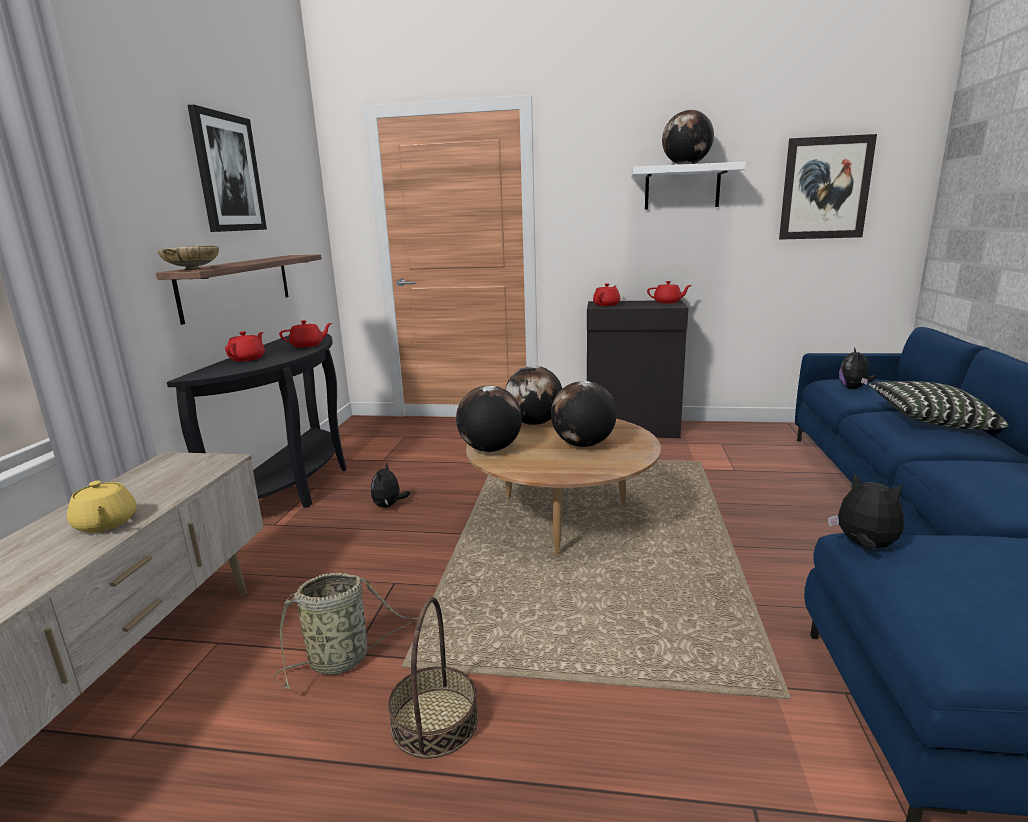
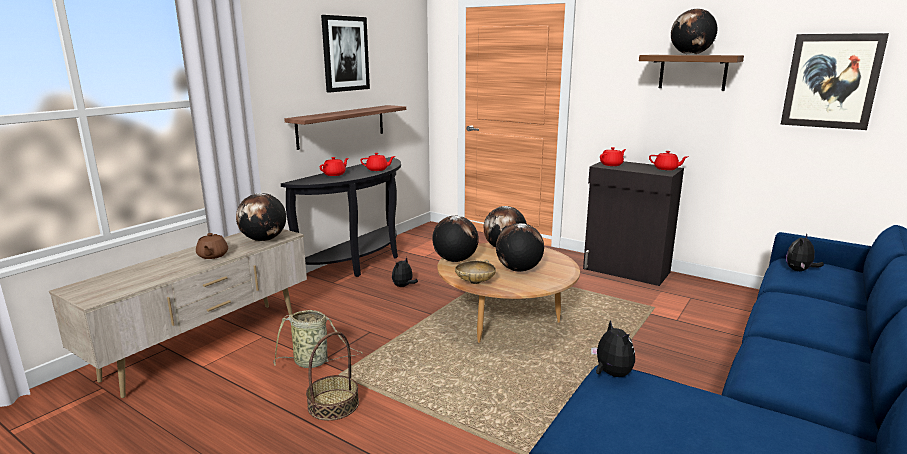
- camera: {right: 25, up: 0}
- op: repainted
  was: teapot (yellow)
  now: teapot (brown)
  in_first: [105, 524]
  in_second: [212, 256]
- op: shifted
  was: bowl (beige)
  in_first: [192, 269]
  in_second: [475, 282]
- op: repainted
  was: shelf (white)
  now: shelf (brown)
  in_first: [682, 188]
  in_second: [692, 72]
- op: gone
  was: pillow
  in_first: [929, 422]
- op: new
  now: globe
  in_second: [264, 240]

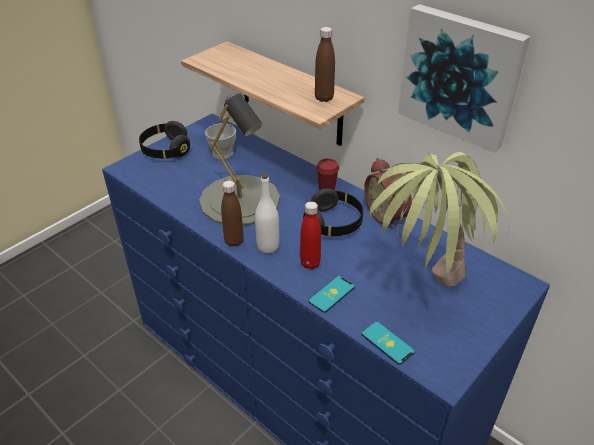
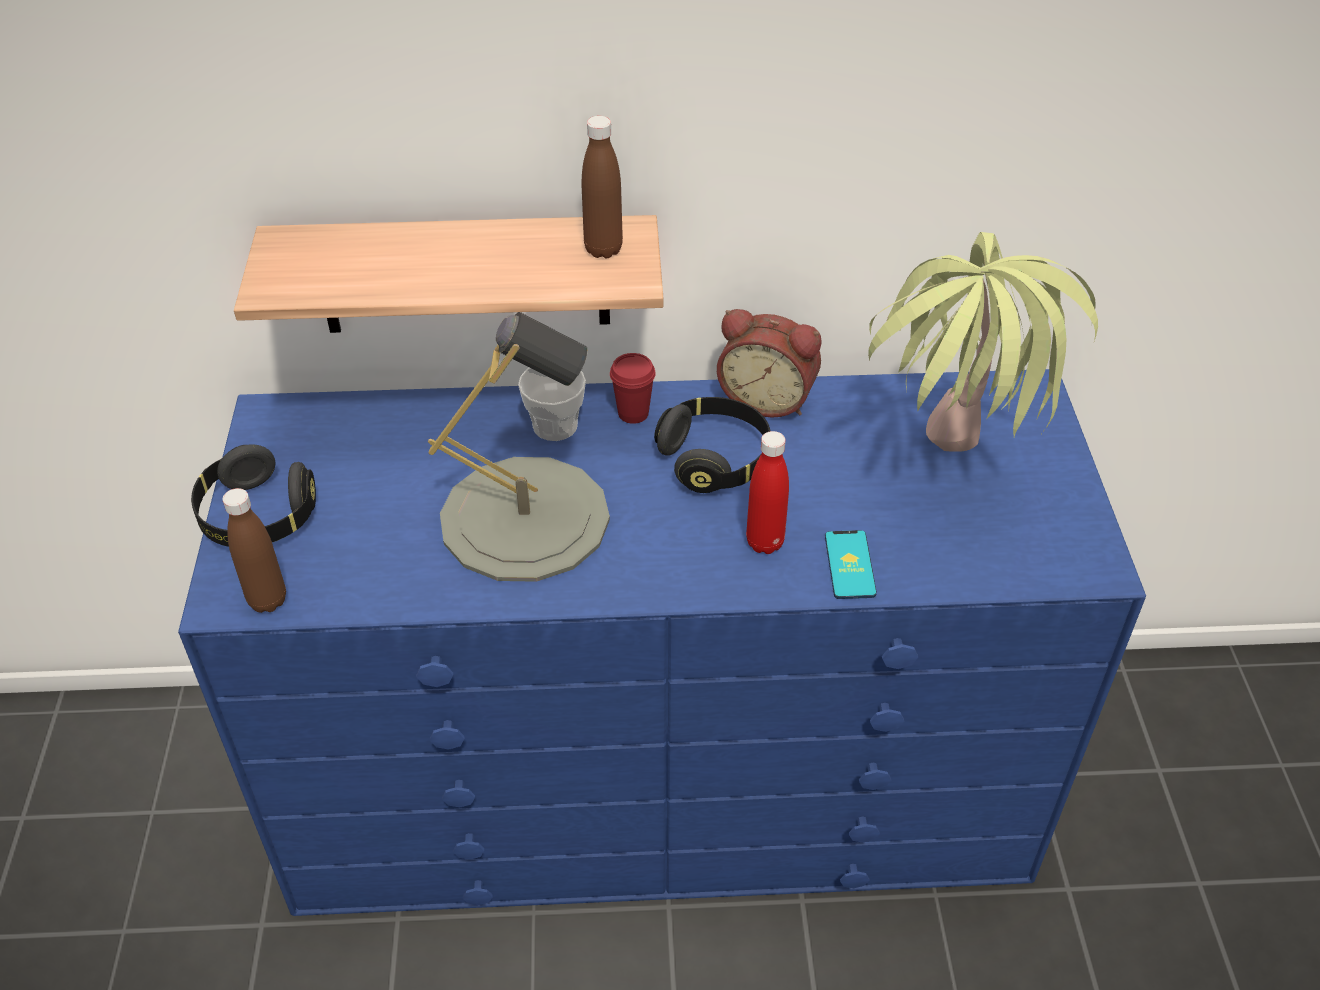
- camera: {right: -45, up: 5}
- op: shifted
  was: cup
  in_first: [222, 154]
  in_second: [555, 426]
- op: shifted
  was: bottle (brown)
  in_first: [234, 241]
  in_second: [267, 600]
- op: gone
  was: bottle (white)
  in_first: [268, 246]
- op: gone
  was: phone
  in_first: [387, 343]
- op: gone
  was: picture
  in_first: [460, 76]

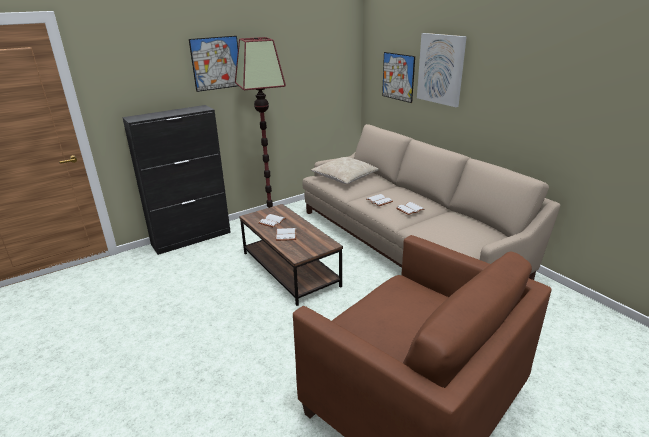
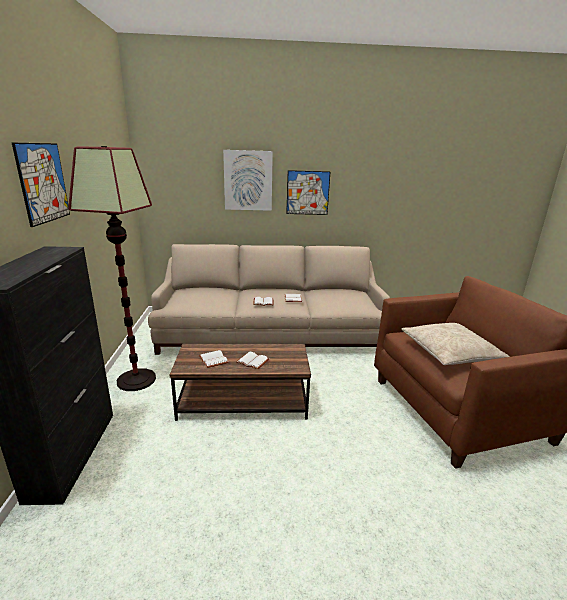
- camera: {right: -60, up: -5}
- op: shifted
  was: pillow (beige)
  in_first: [345, 177]
  in_second: [449, 352]
- op: shifted
  was: picture
  in_first: [398, 77]
  in_second: [307, 193]

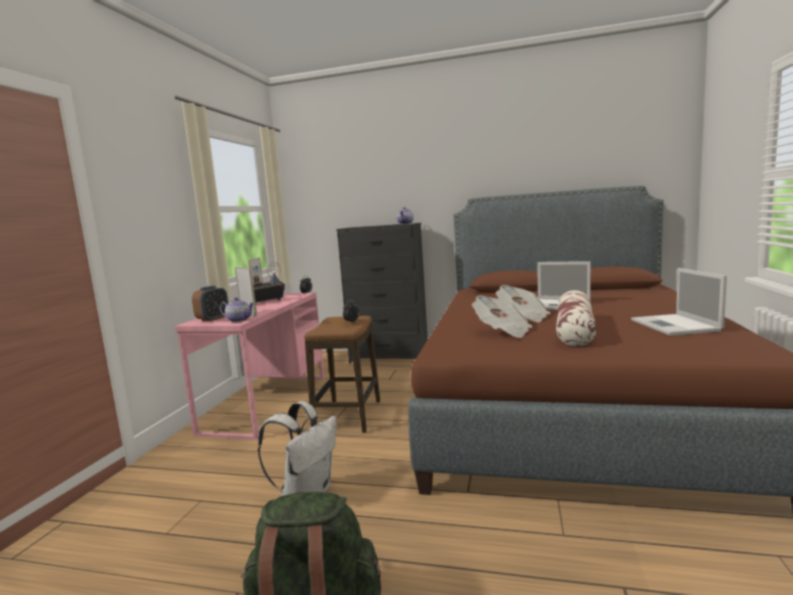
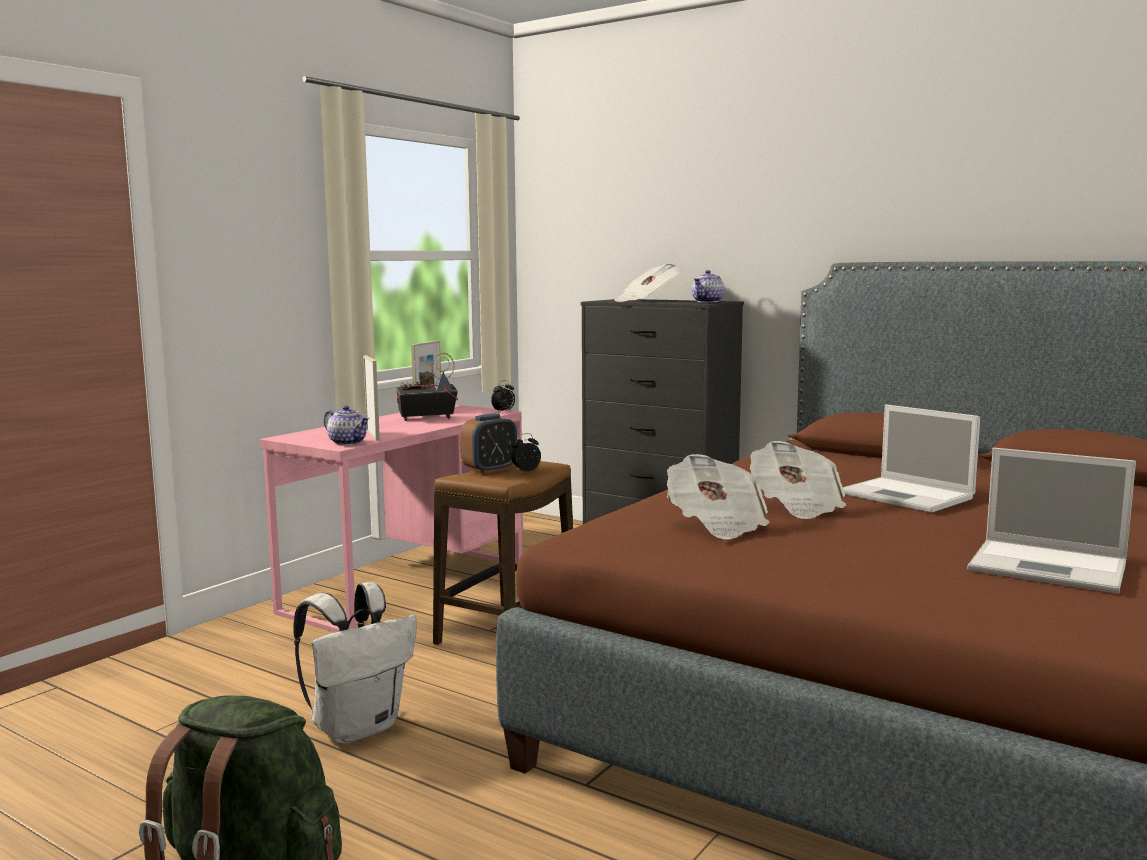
- camera: {right: 20, up: 0}
- op: shifted
  was: alarm clock
  in_first: [213, 319]
  in_second: [490, 470]
- op: gone
  was: pillow
  in_first: [575, 330]
- op: rotated
  was: laptop
  in_first: [675, 325]
  in_second: [1051, 567]
  clockwise: -75
- op: new
  now: newspaper
  in_second: [646, 301]

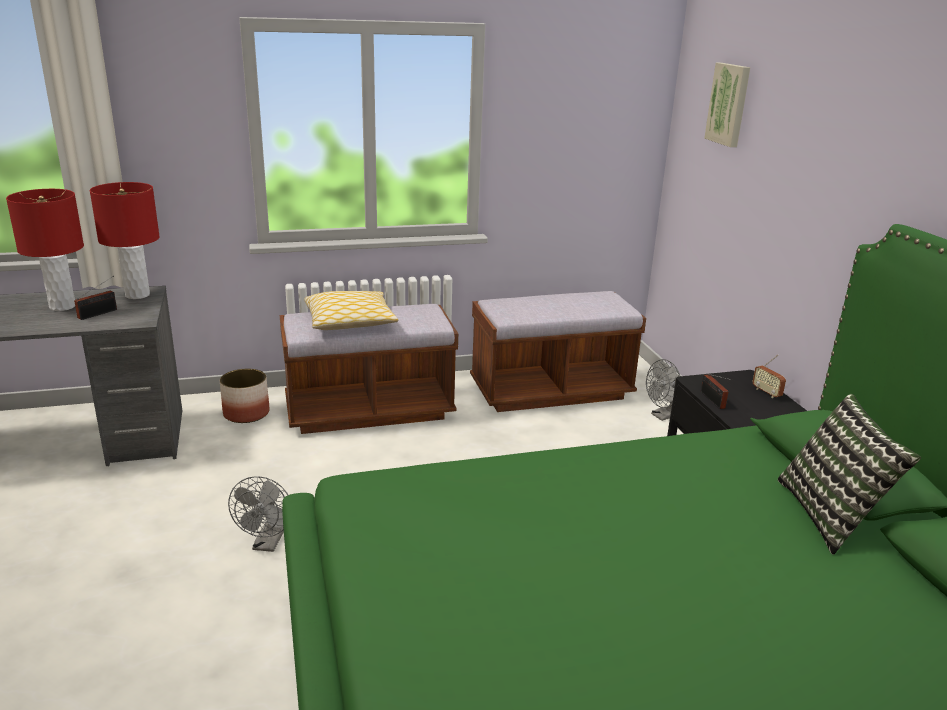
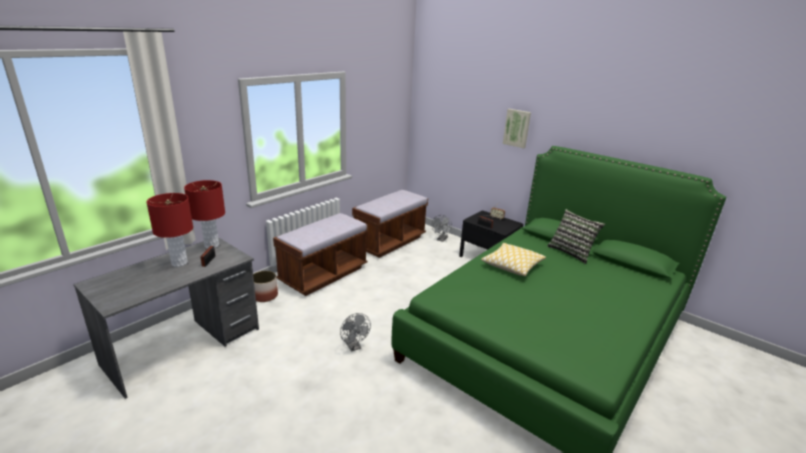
- camera: {right: -35, up: 0}
- op: shifted
  was: pillow
  in_first: [350, 322]
  in_second: [512, 265]
- op: shifted
  was: picture
  in_first: [729, 104]
  in_second: [517, 128]

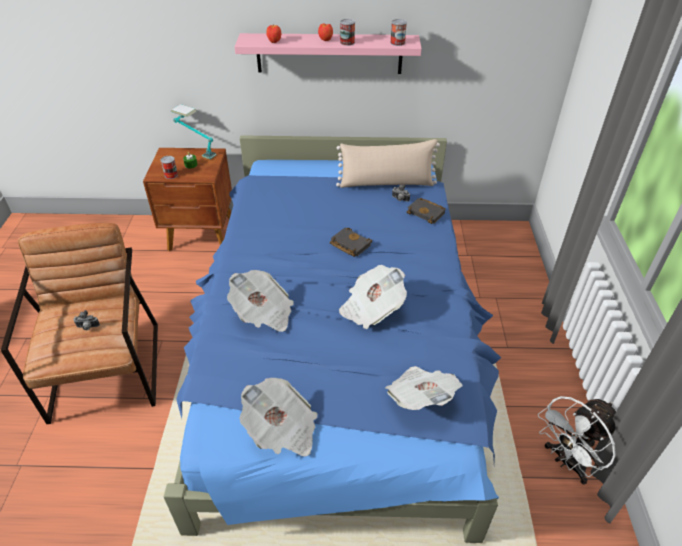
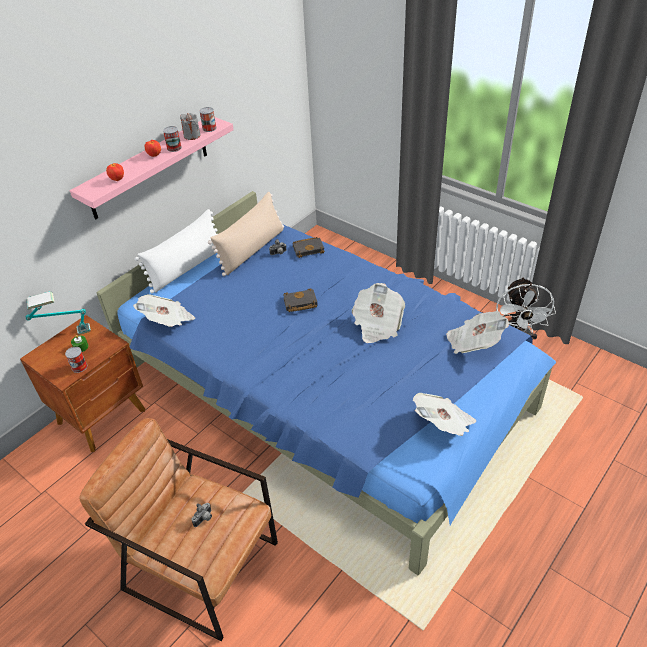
- camera: {right: -50, up: 0}
- op: shifted
  was: newspaper
  in_first: [263, 313]
  in_second: [168, 321]
- op: new
  now: pillow (white)
  in_second: [187, 267]
- op: new
  now: candle (grey)
  in_second: [192, 136]

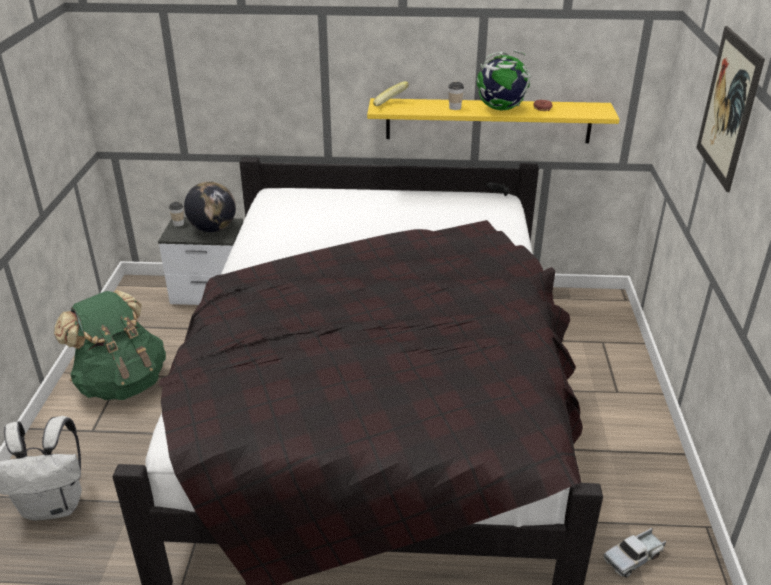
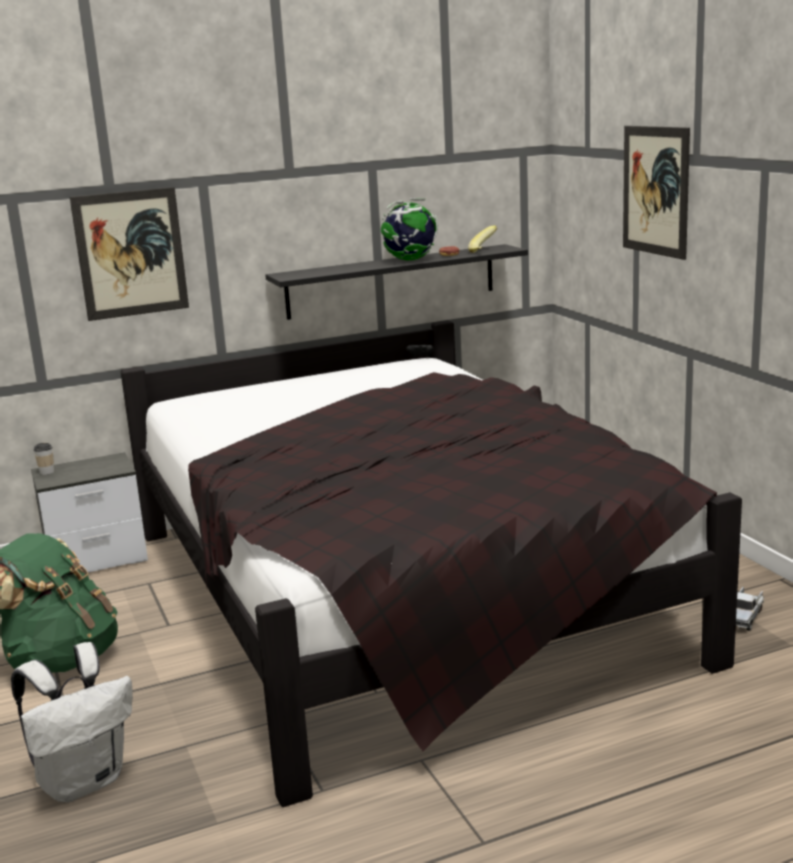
- camera: {right: -25, up: -15}
- op: gone
  was: globe
  in_first: [213, 229]
- op: repainted
  was: shelf (yellow)
  now: shelf (black)
  in_first: [488, 120]
  in_second: [391, 281]
- op: shifted
  was: banana
  in_first: [390, 105]
  in_second: [484, 251]
- op: gone
  was: cup
  in_first: [455, 108]
- op: new
  now: picture
  in_second: [131, 253]

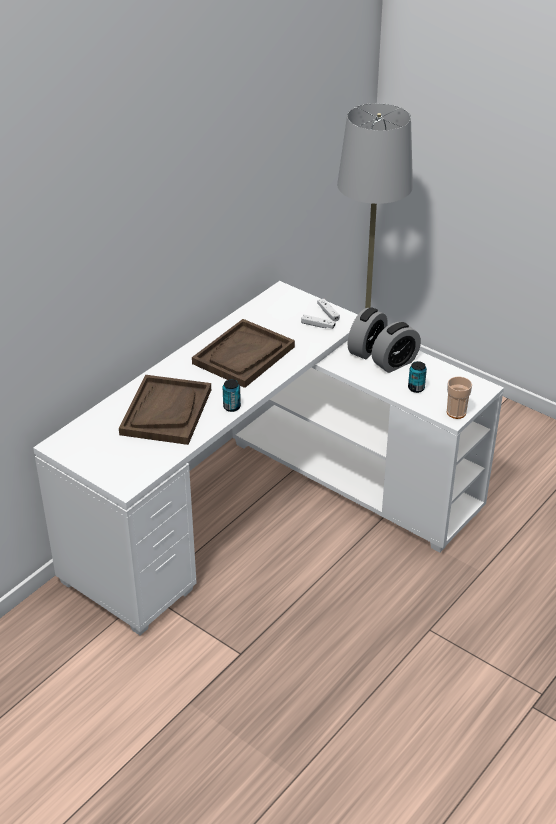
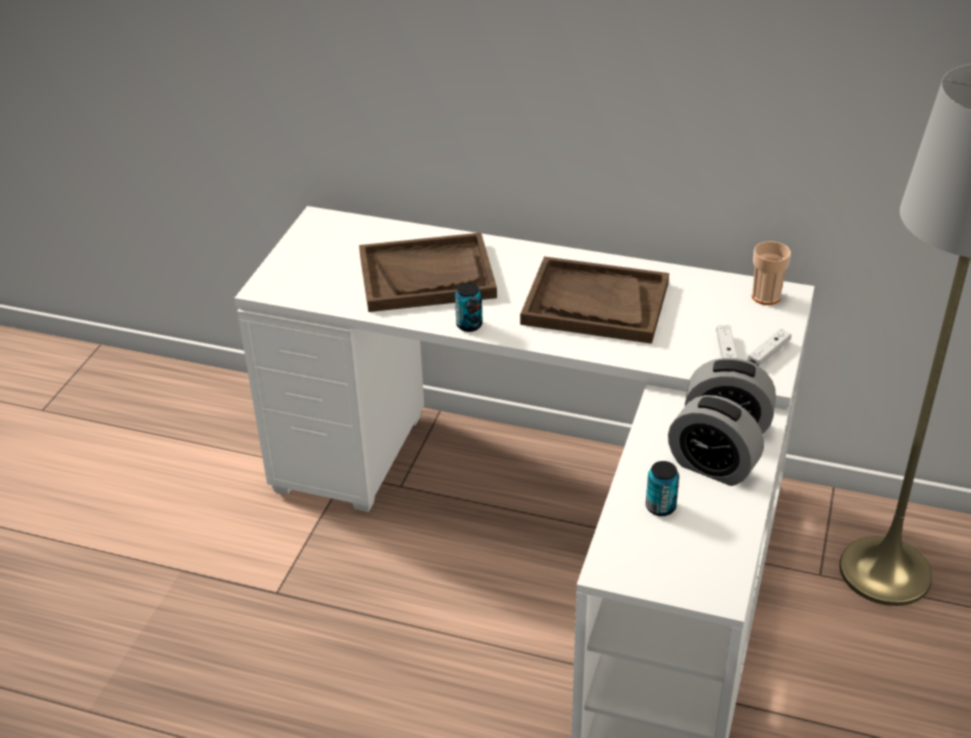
- camera: {right: 70, up: 0}
- op: shifted
  was: cup
  in_first: [456, 413]
  in_second: [766, 296]

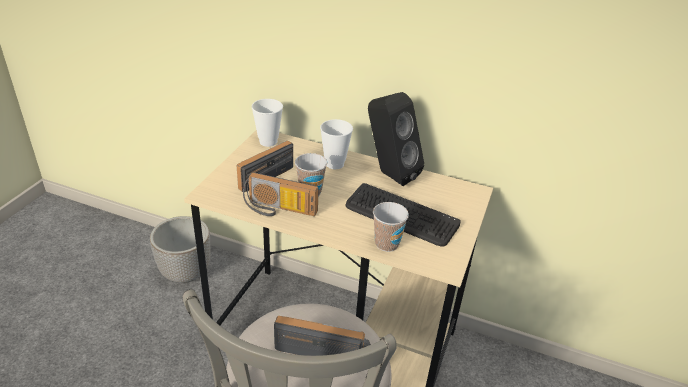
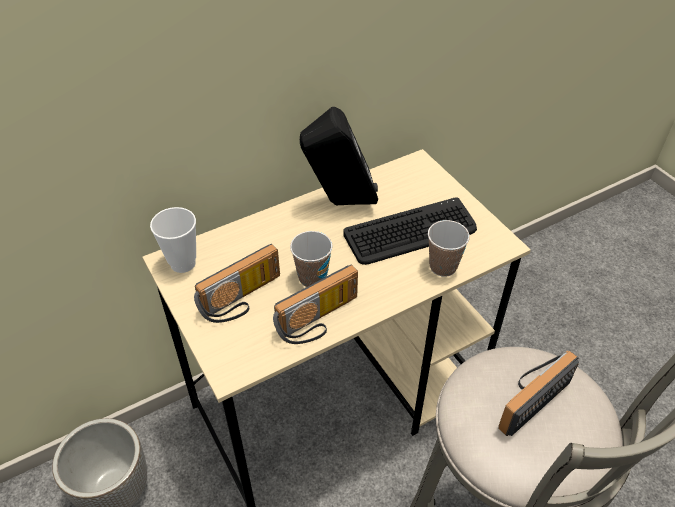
- camera: {right: -50, up: 10}
- op: rotated
  was: radio
  in_first: [264, 174]
  in_second: [243, 300]
  clockwise: -120
- op: gone
  was: cup
  in_first: [334, 164]

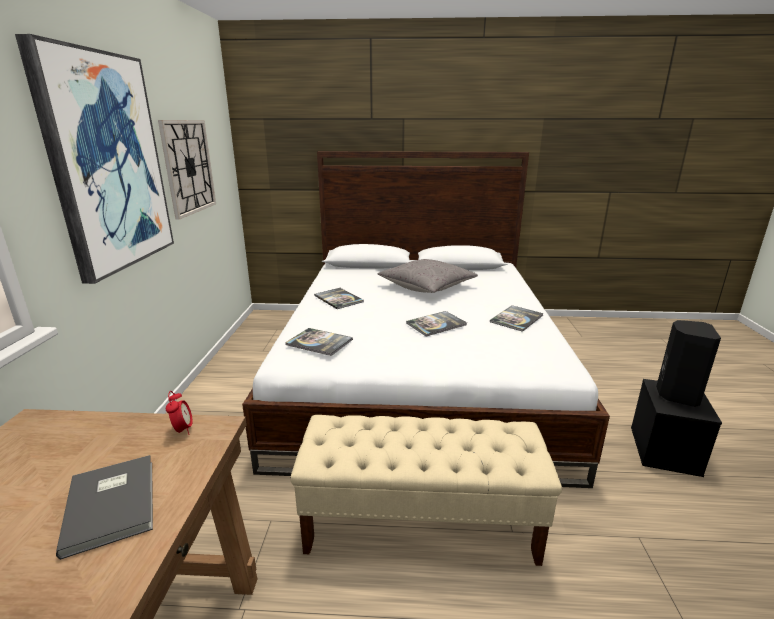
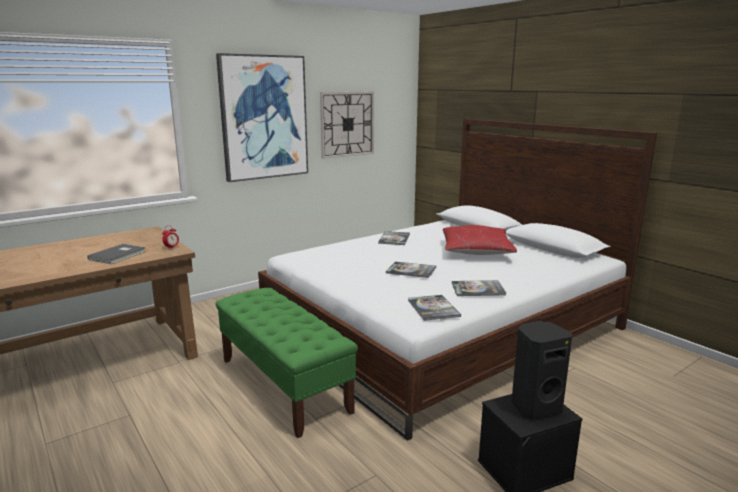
- camera: {right: 50, up: -5}
- op: shifted
  was: book
  in_first: [319, 342]
  in_second: [433, 308]
- op: repainted
  was: bench (beige)
  now: bench (green)
  in_first: [421, 523]
  in_second: [284, 385]
- op: repainted
  was: pillow (grey)
  now: pillow (red)
  in_first: [426, 287]
  in_second: [476, 251]

